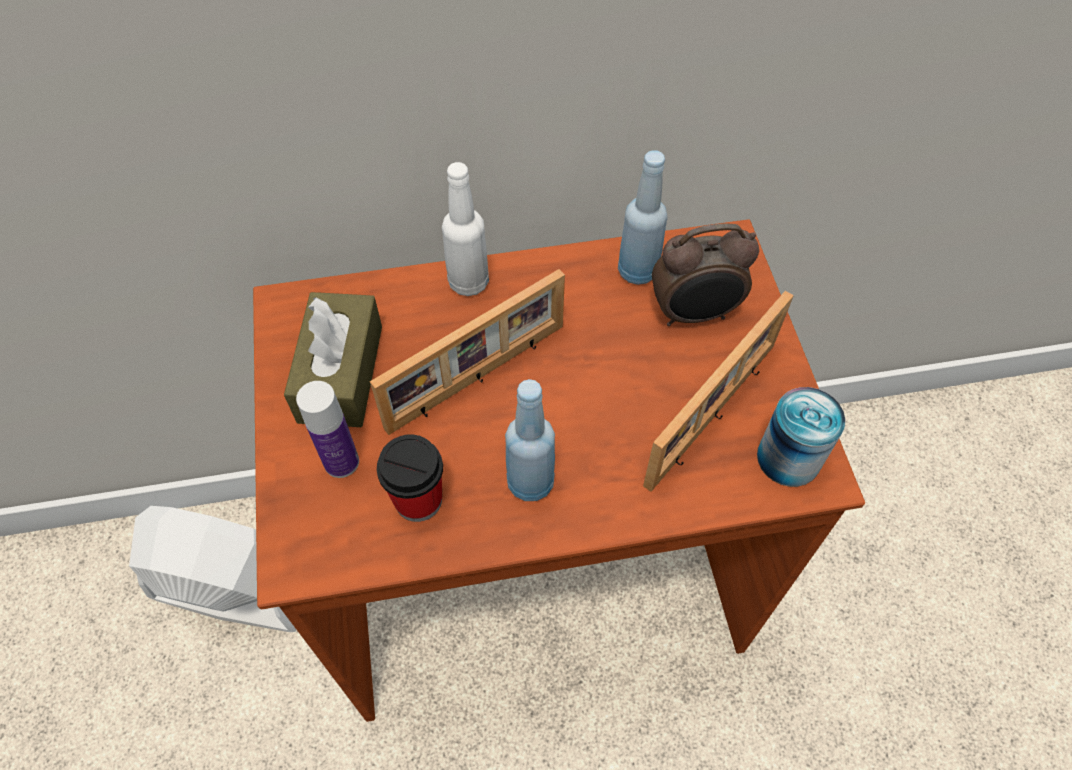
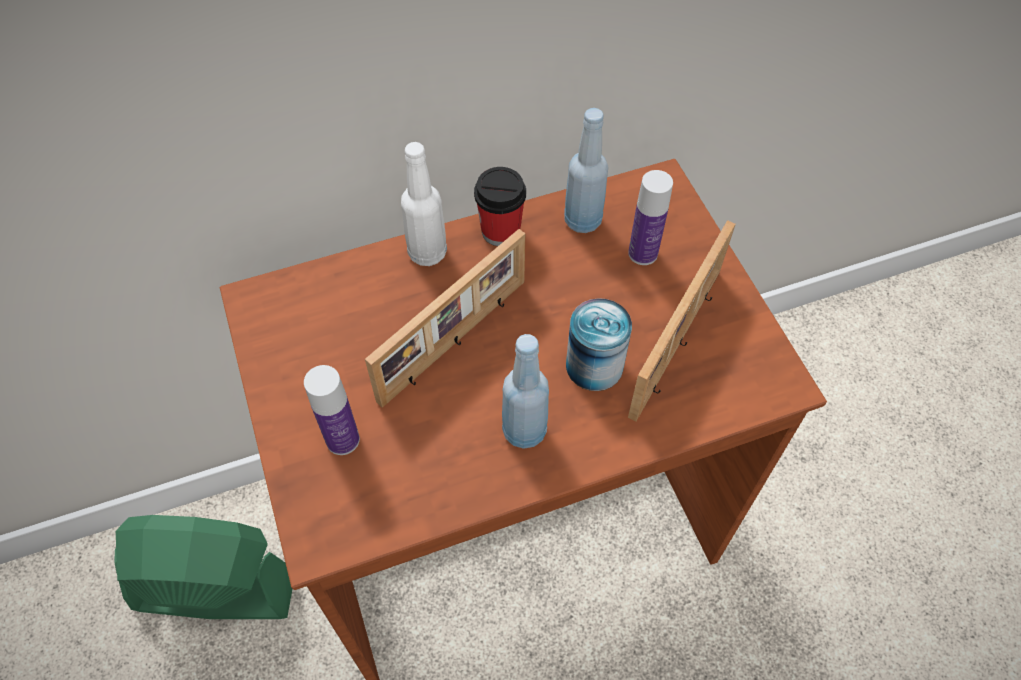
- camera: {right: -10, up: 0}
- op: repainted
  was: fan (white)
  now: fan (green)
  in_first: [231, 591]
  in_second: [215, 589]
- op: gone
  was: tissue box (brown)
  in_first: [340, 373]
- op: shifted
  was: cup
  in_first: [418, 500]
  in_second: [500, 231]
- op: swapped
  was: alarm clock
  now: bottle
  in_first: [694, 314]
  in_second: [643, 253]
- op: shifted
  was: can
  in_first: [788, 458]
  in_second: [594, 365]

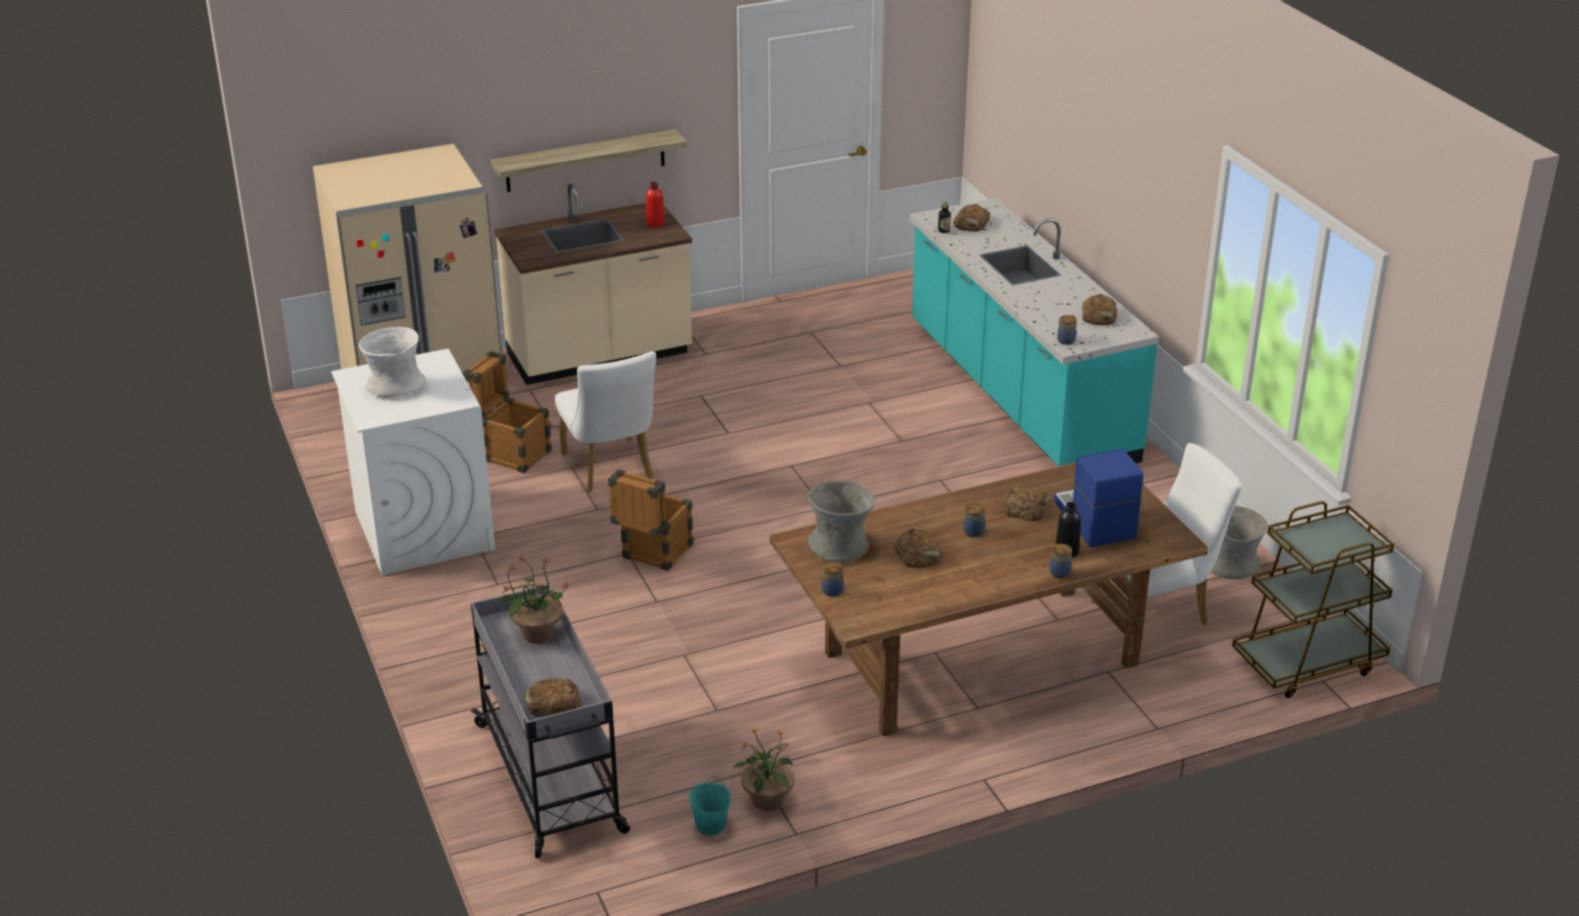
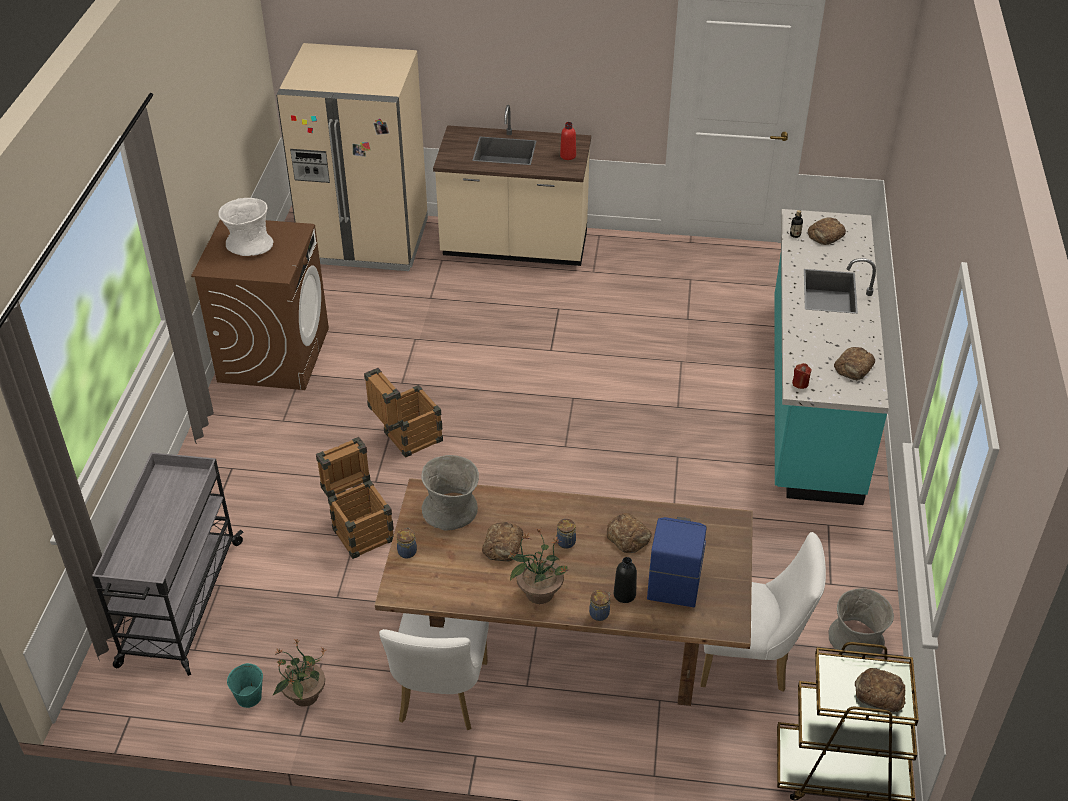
- camera: {right: 30, up: 10}
- op: repainted
  was: washing machine (white)
  now: washing machine (brown)
  in_first: [423, 529]
  in_second: [274, 354]
- op: shifted
  was: crate
  in_first: [511, 453]
  in_second: [360, 529]
- op: gone
  was: shelf
  in_first: [585, 161]
- op: shifted
  was: potted plant
  in_first: [537, 634]
  in_second: [539, 592]
- op: shifted
  was: bread
  in_first: [553, 703]
  in_second: [878, 693]
- op: shifted
  was: chair (white)
  in_first: [610, 470]
  in_second: [440, 698]
- op: swapped
  was: jar
  now: candle (red)
  in_first: [1066, 341]
  in_second: [800, 383]

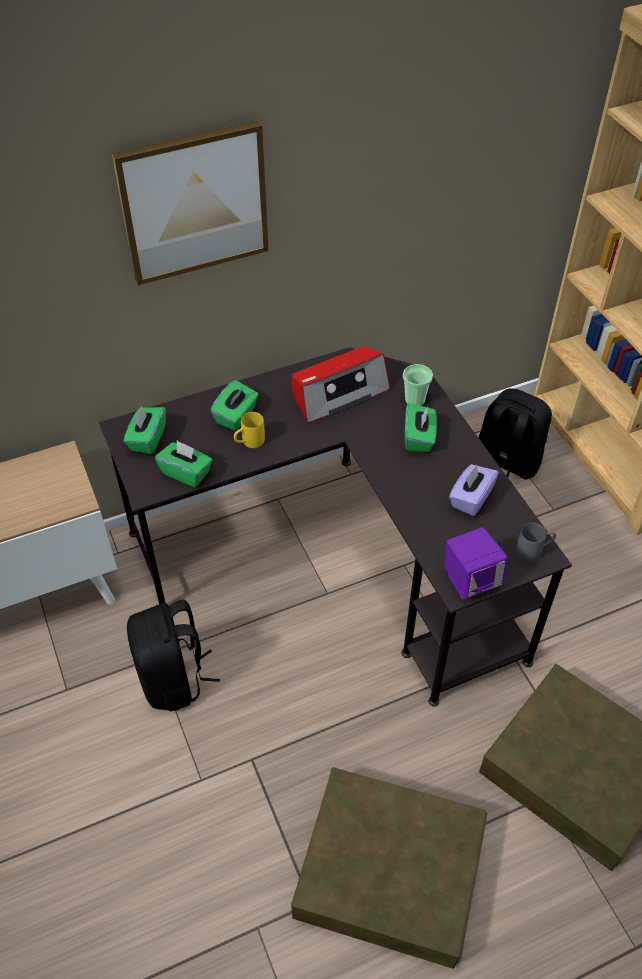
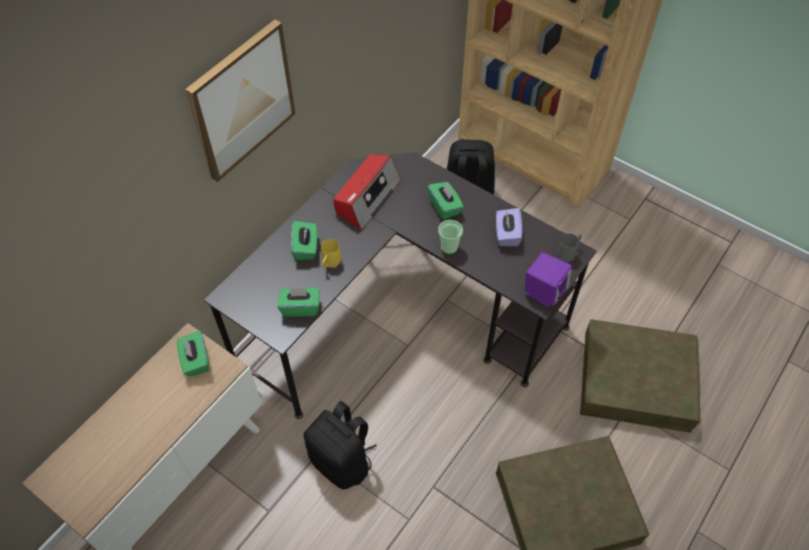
- camera: {right: -30, up: 5}
- op: shifted
  was: tissue box (green)
  in_first: [147, 439]
  in_second: [196, 360]
- op: shifted
  was: cup
  in_first: [415, 400]
  in_second: [449, 247]

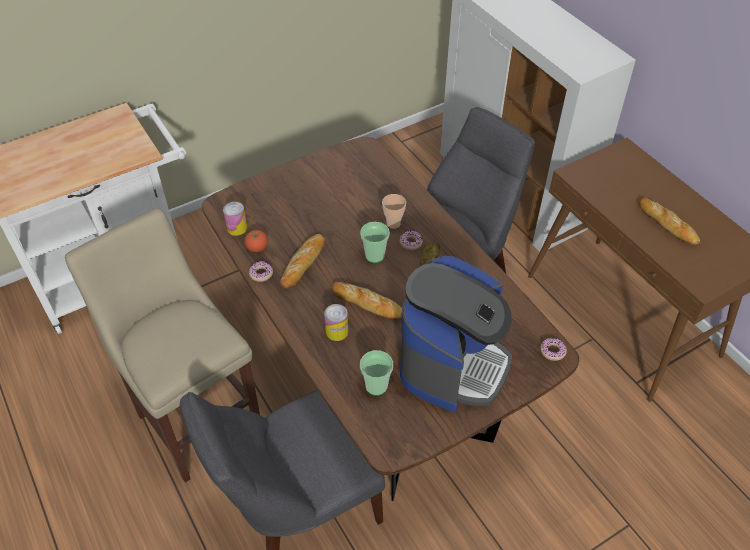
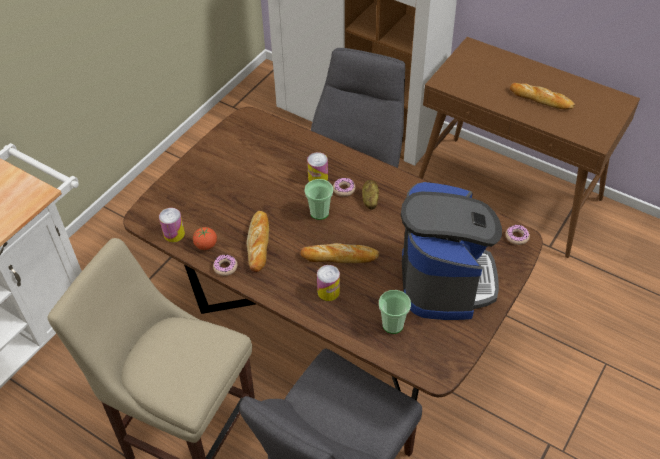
- camera: {right: -25, up: 0}
- op: swapped
  was: cup
  now: can
  in_first: [393, 224]
  in_second: [318, 178]

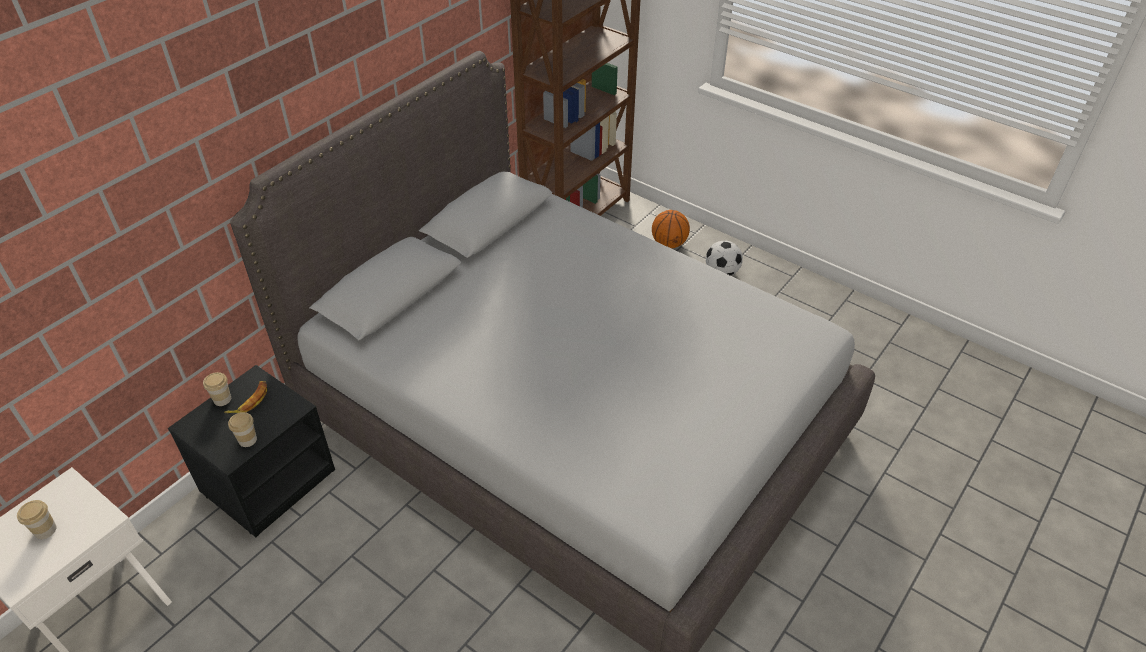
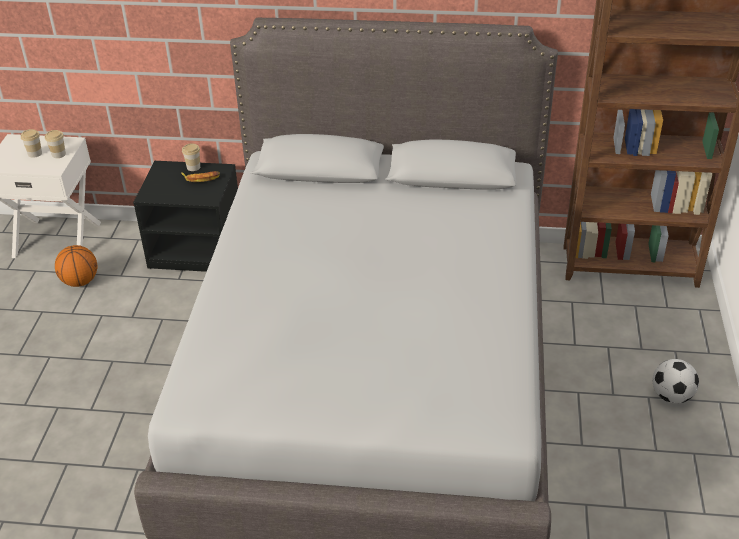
- camera: {right: 60, up: -5}
- op: shifted
  was: cup
  in_first: [247, 440]
  in_second: [58, 154]
- op: shifted
  was: basketball
  in_first: [669, 244]
  in_second: [80, 282]

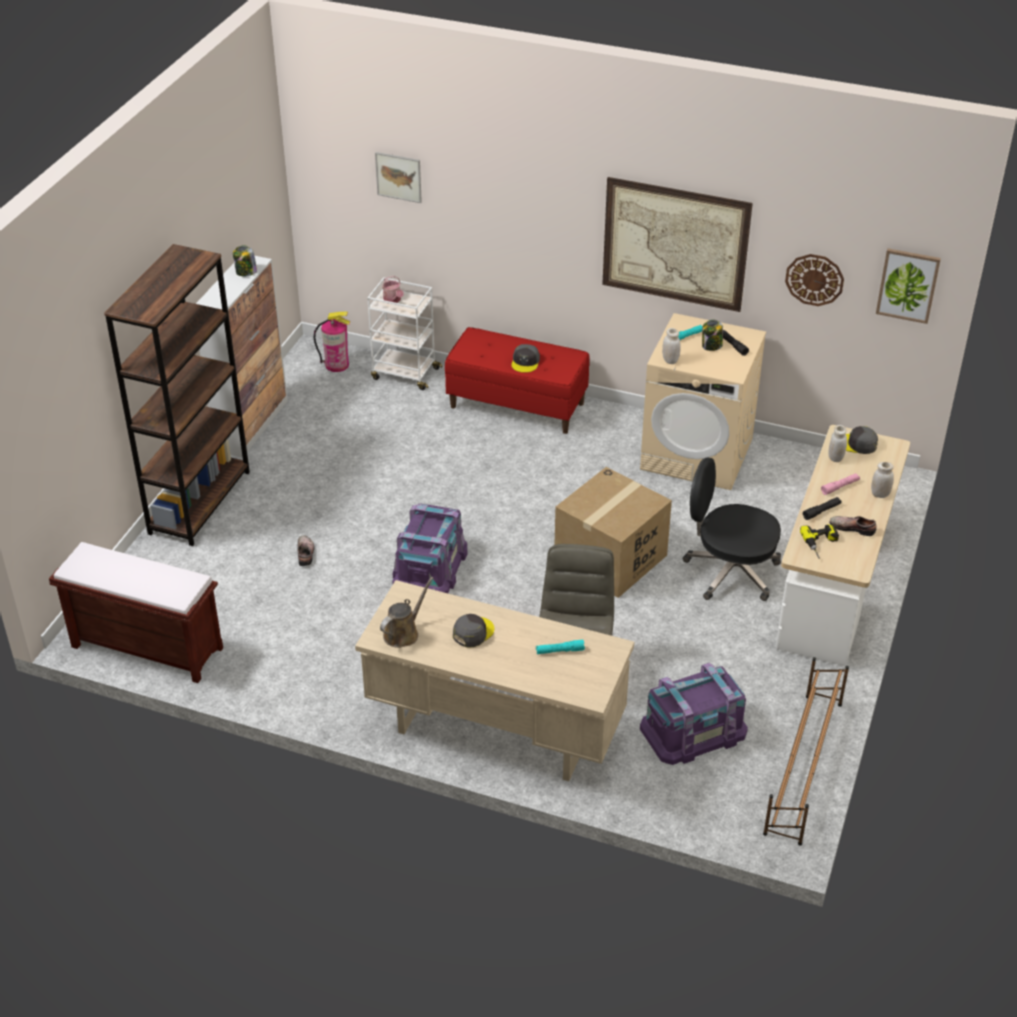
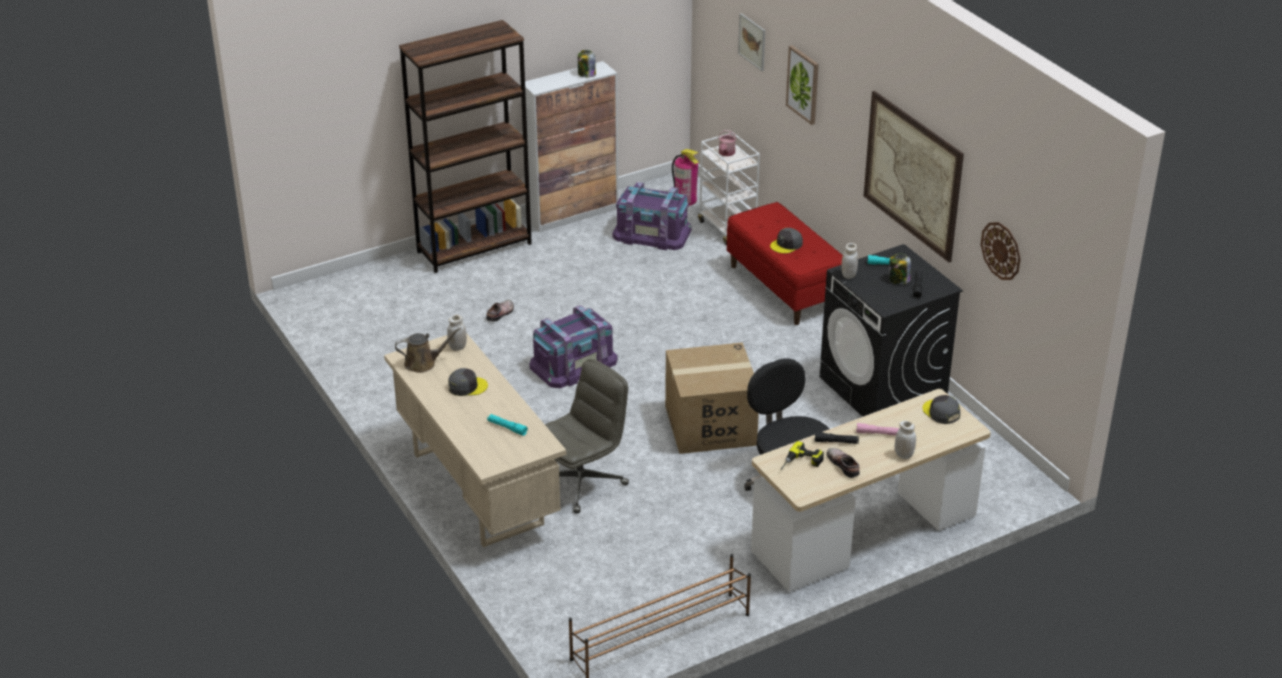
- camera: {right: 40, up: -5}
- op: gone
  was: bench (brown)
  in_first: [145, 647]
- op: repainted
  was: washing machine (beige)
  now: washing machine (black)
  in_first: [697, 454]
  in_second: [883, 389]
- op: shifted
  was: storage box (purple)
  in_first: [693, 729]
  in_second: [652, 233]
- op: shifted
  was: jar (white)
  in_first: [835, 458]
  in_second: [457, 347]
- op: shifted
  was: picture
  in_first: [908, 285]
  in_second: [803, 84]

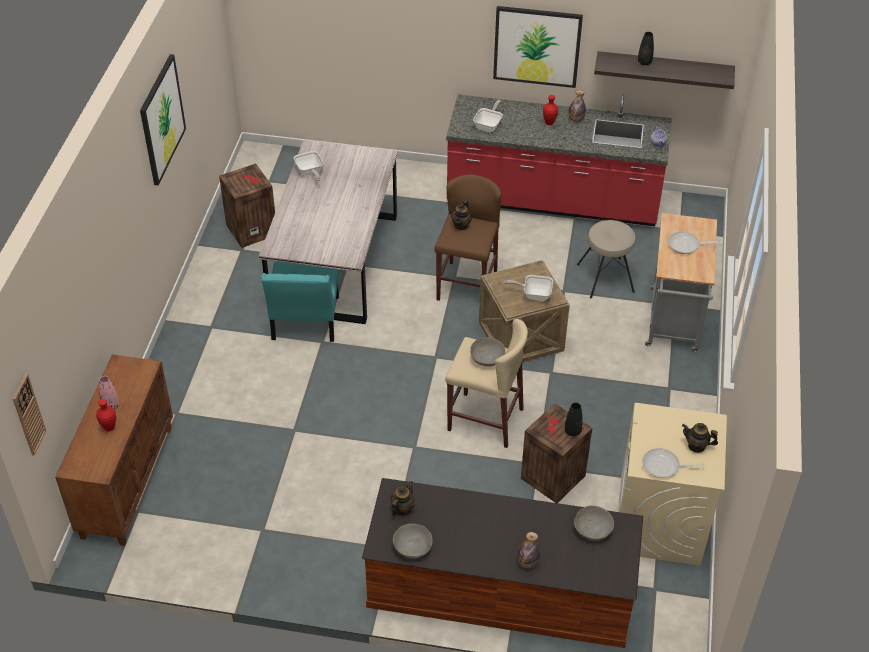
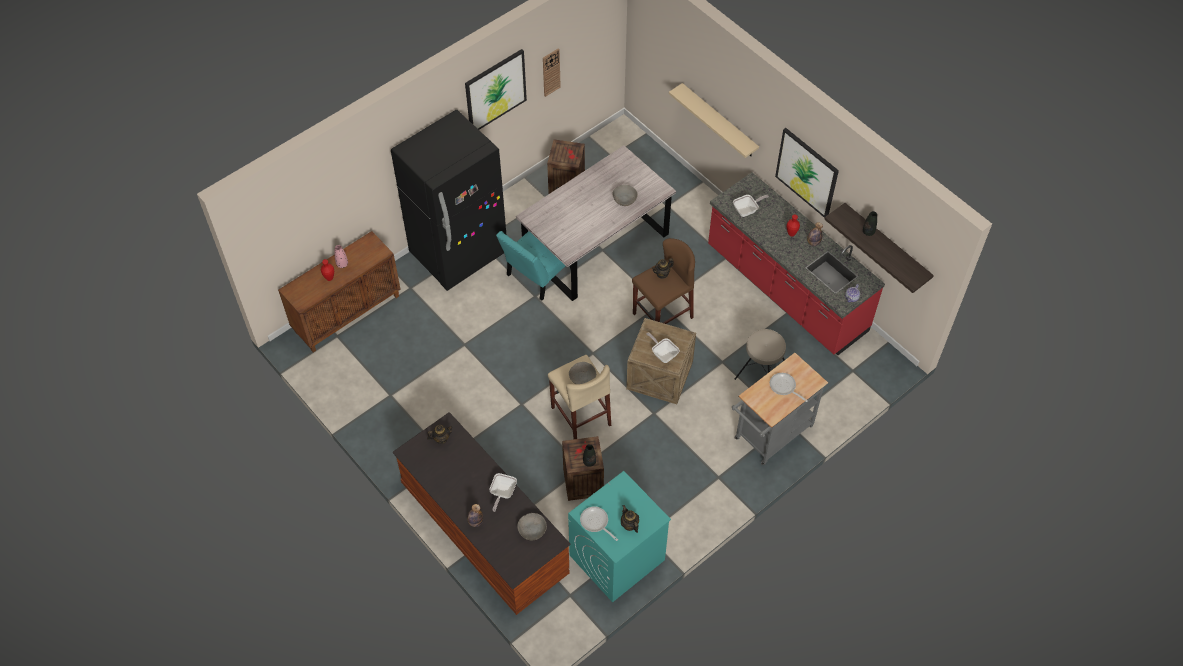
- camera: {right: 40, up: 10}
- op: shifted
  was: wall clock
  in_first: [28, 415]
  in_second: [551, 72]
- op: shifted
  was: frying pan
  in_first: [310, 172]
  in_second: [502, 493]
- op: shifted
  was: bowl (grey)
  in_first: [413, 547]
  in_second: [625, 199]
- op: repainted
  was: washing machine (beige)
  now: washing machine (turquoise)
  in_first: [659, 522]
  in_second: [616, 558]
- op: new
  now: fridge (black)
  in_second: [459, 253]
- op: new
  now: shelf (beige)
  in_second: [719, 121]

